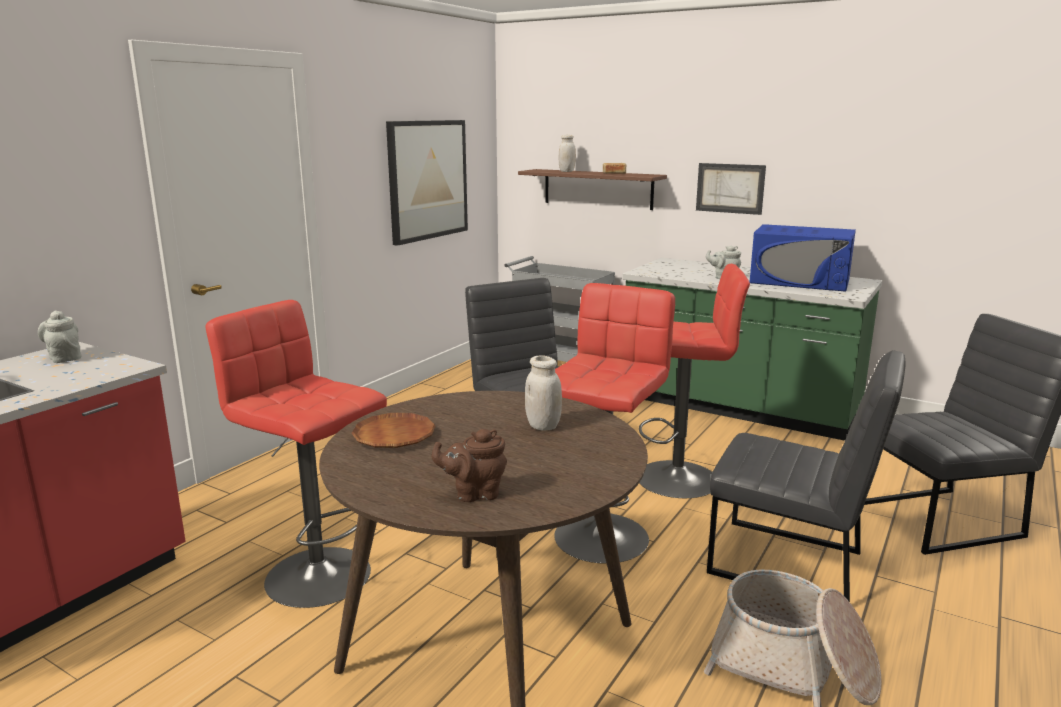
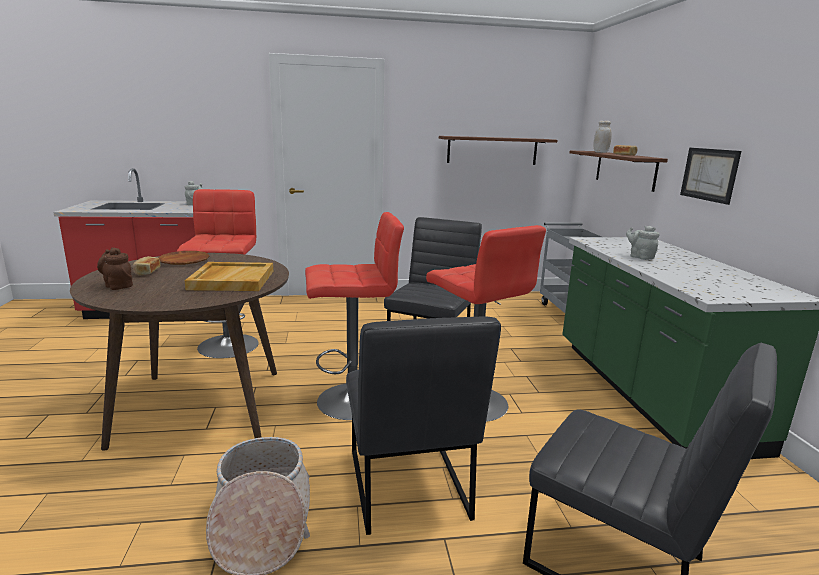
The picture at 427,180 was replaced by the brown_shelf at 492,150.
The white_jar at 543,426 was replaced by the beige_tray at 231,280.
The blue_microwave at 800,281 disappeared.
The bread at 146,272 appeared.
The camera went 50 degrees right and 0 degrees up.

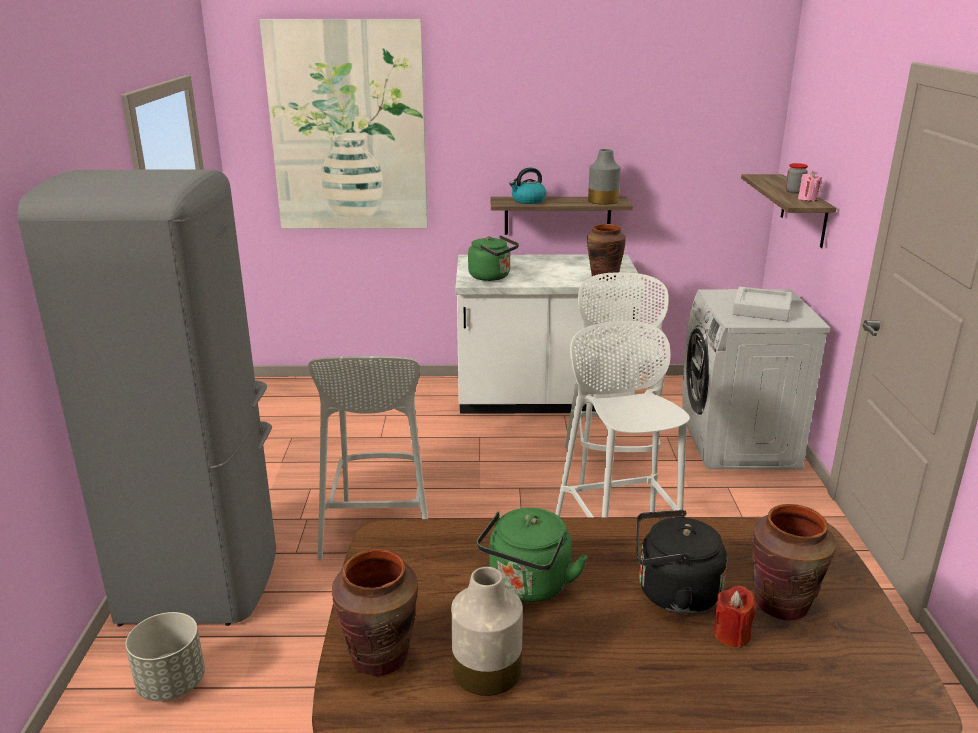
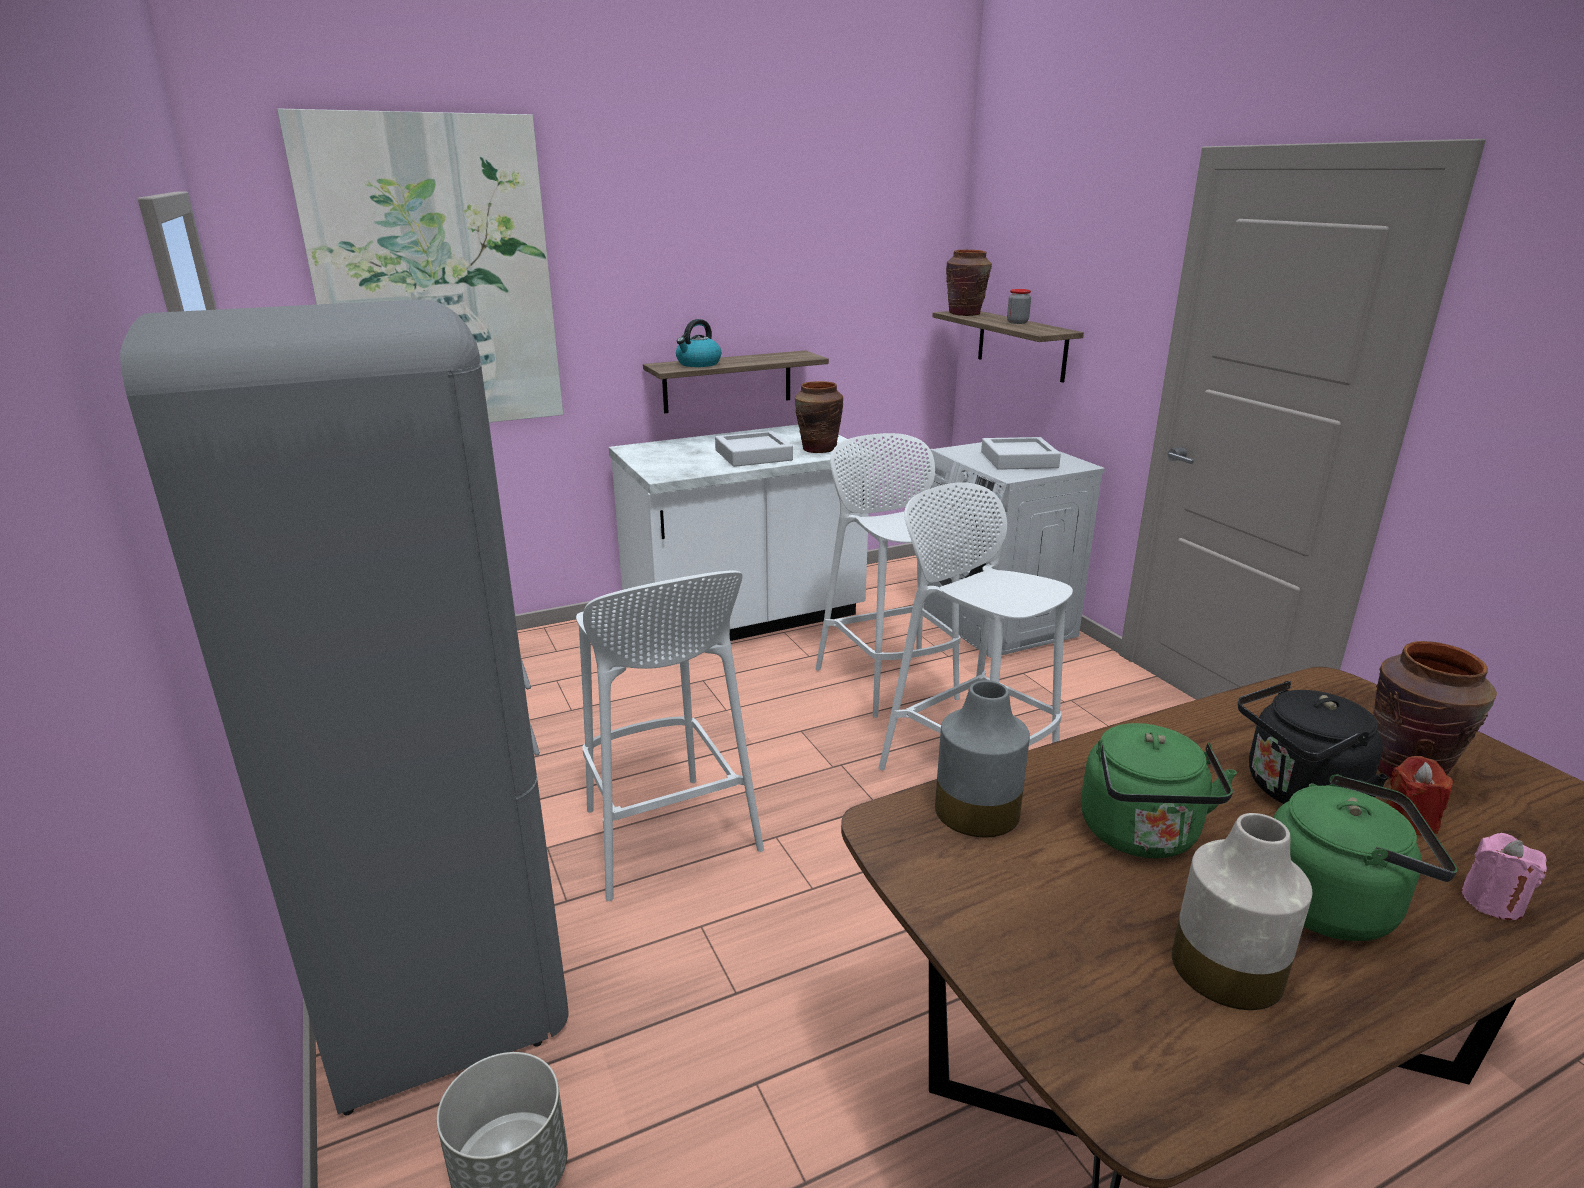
The brown_vase moved from 380,656 to 965,314.
The green_kettle moved from 492,277 to 1335,905.
The grey_vase moved from 603,200 to 976,809.
The pink_candle moved from 807,199 to 1492,902.
The grey_tray at 753,455 appeared.
The camera went 25 degrees left and 0 degrees up.

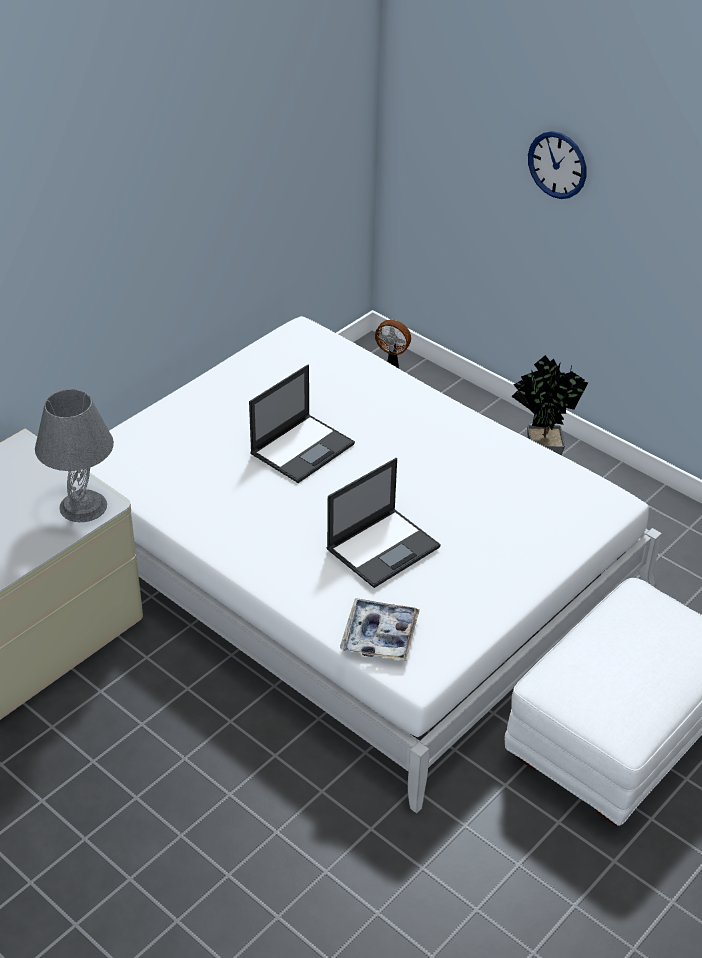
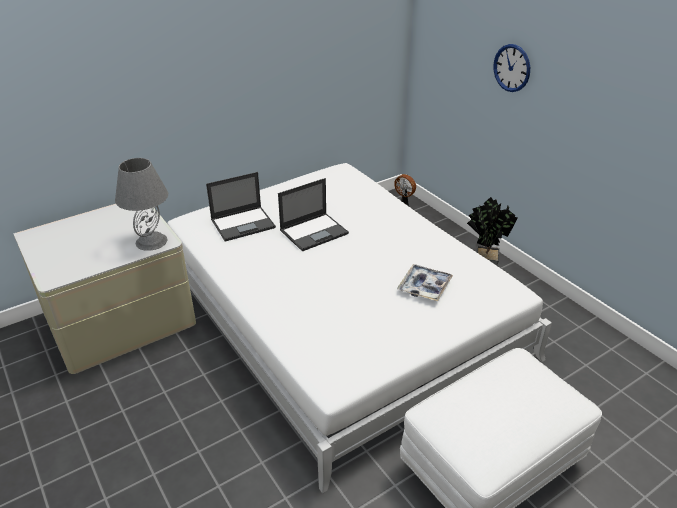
The laptop moved from 384,547 to 243,223.
The tray moved from 379,636 to 424,287.
The camera went 15 degrees right and 5 degrees down.

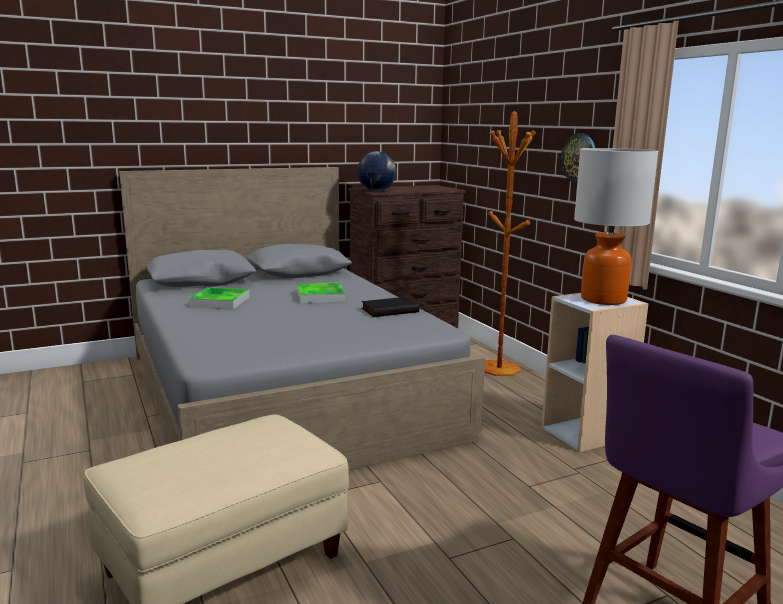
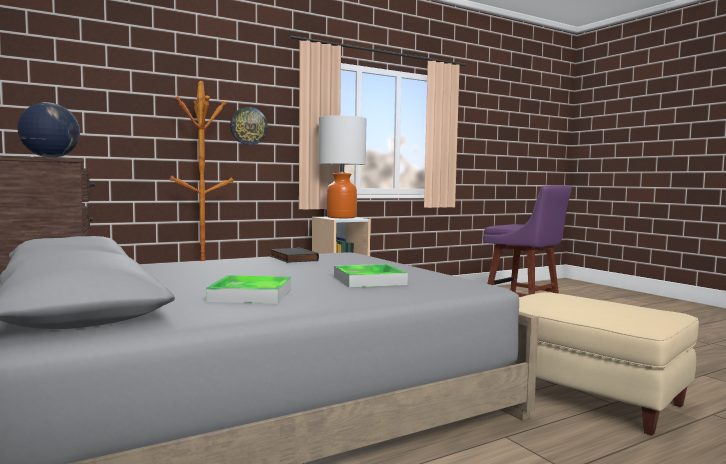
The tray moved from 320,296 to 369,280.
The camera went 95 degrees left and 10 degrees down.

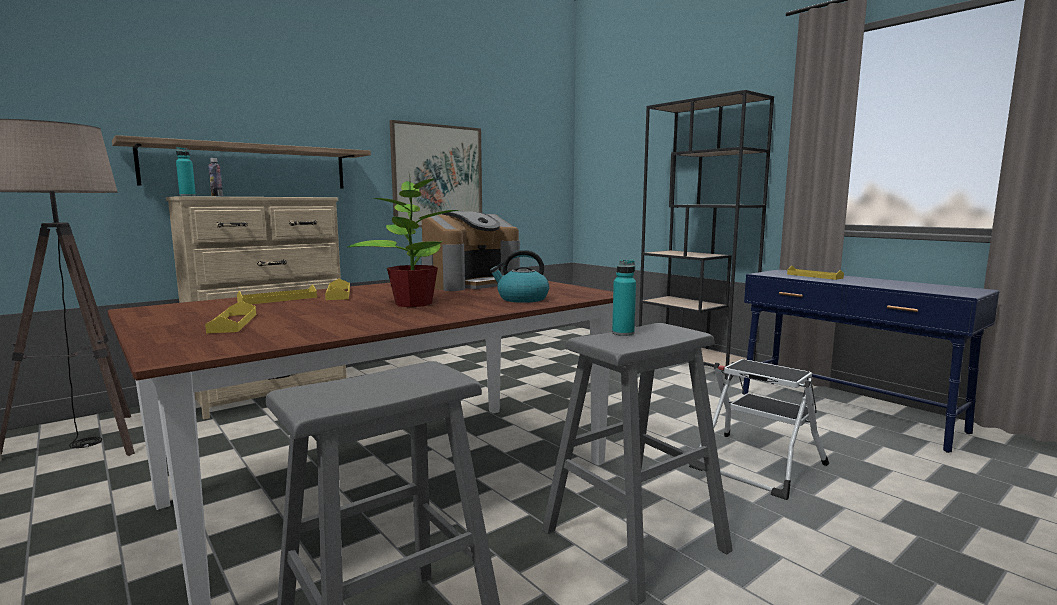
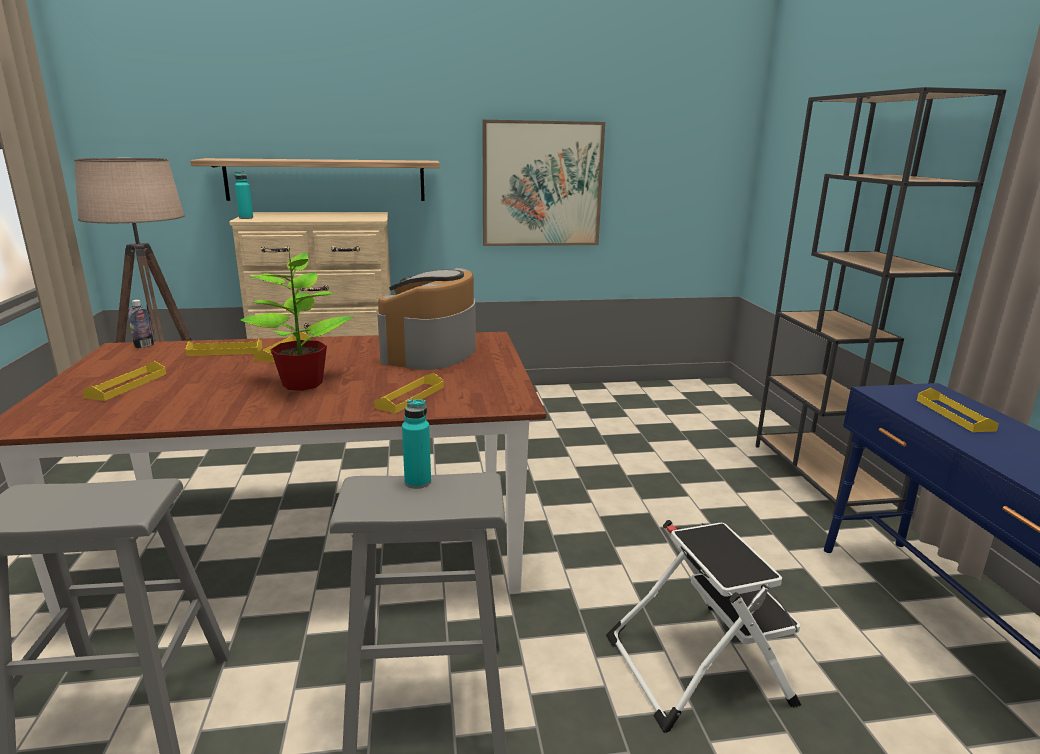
The bottle moved from 217,196 to 144,346.
The coffee_machine at 470,283 turned 120 degrees clockwise.
The kettle at 522,299 was replaced by the yellow_tray at 410,397.
The camera went 30 degrees right and 10 degrees up.

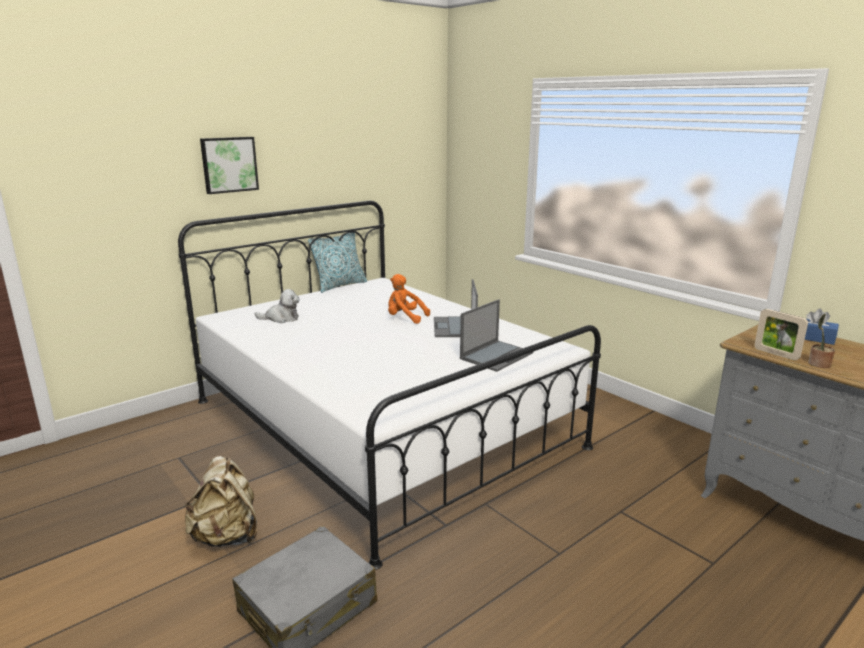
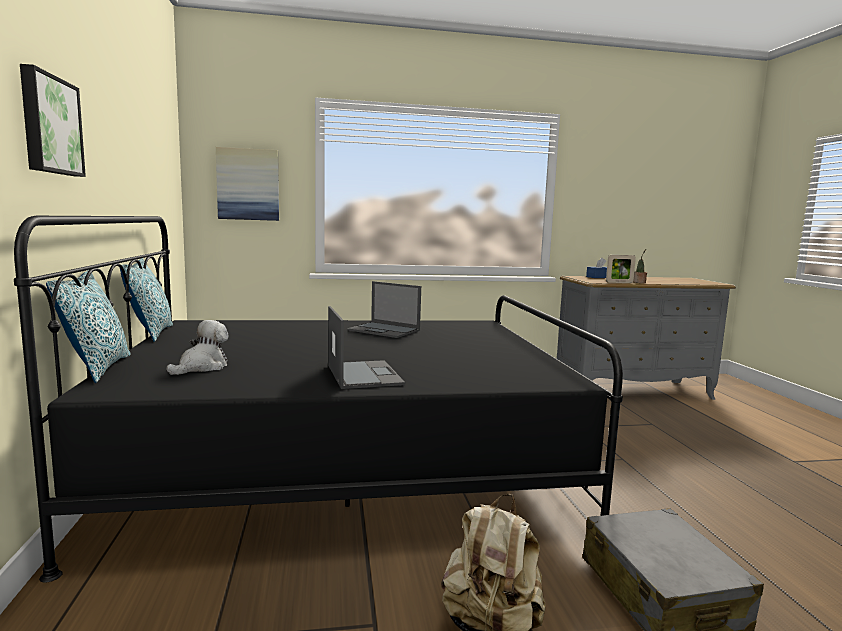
The white_bed at 381,423 became the black_bed at 344,465.
The orange_plush_toy at 405,318 disappeared.
The laptop moved from 496,355 to 363,374.
The pillow at 97,368 appeared.
The picture at 248,184 appeared.
The camera went 60 degrees left and 10 degrees down.

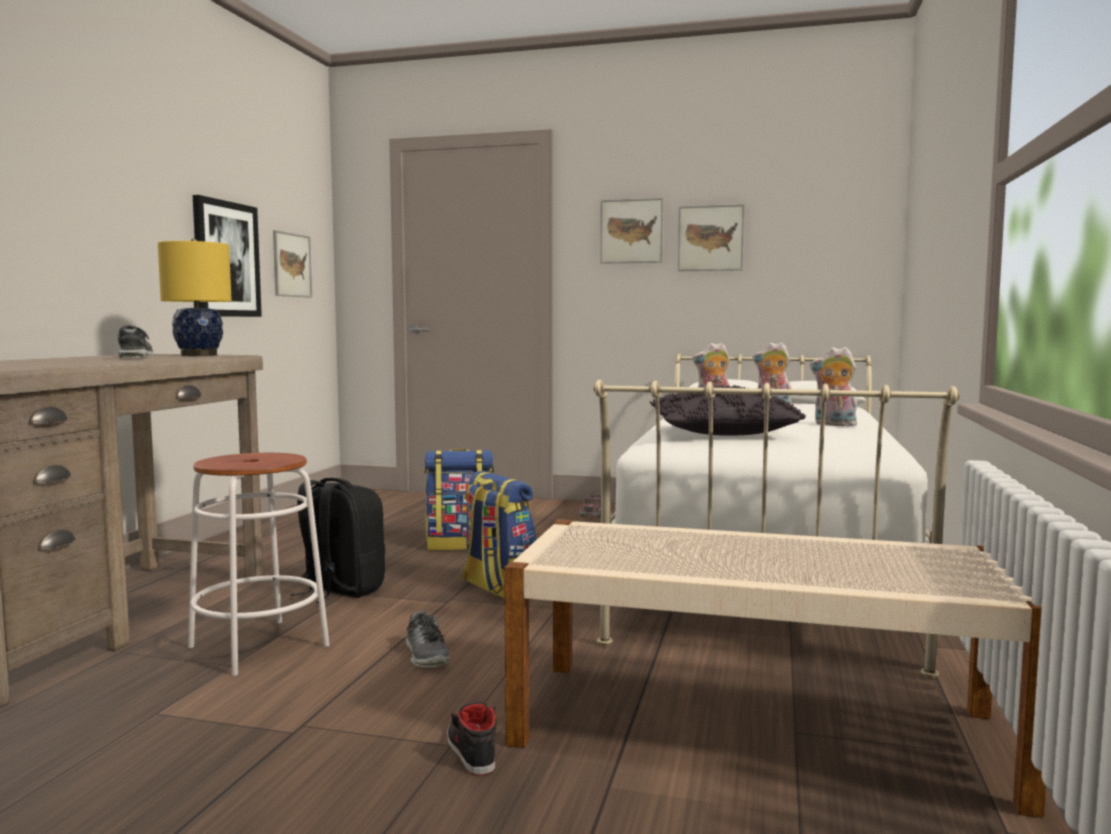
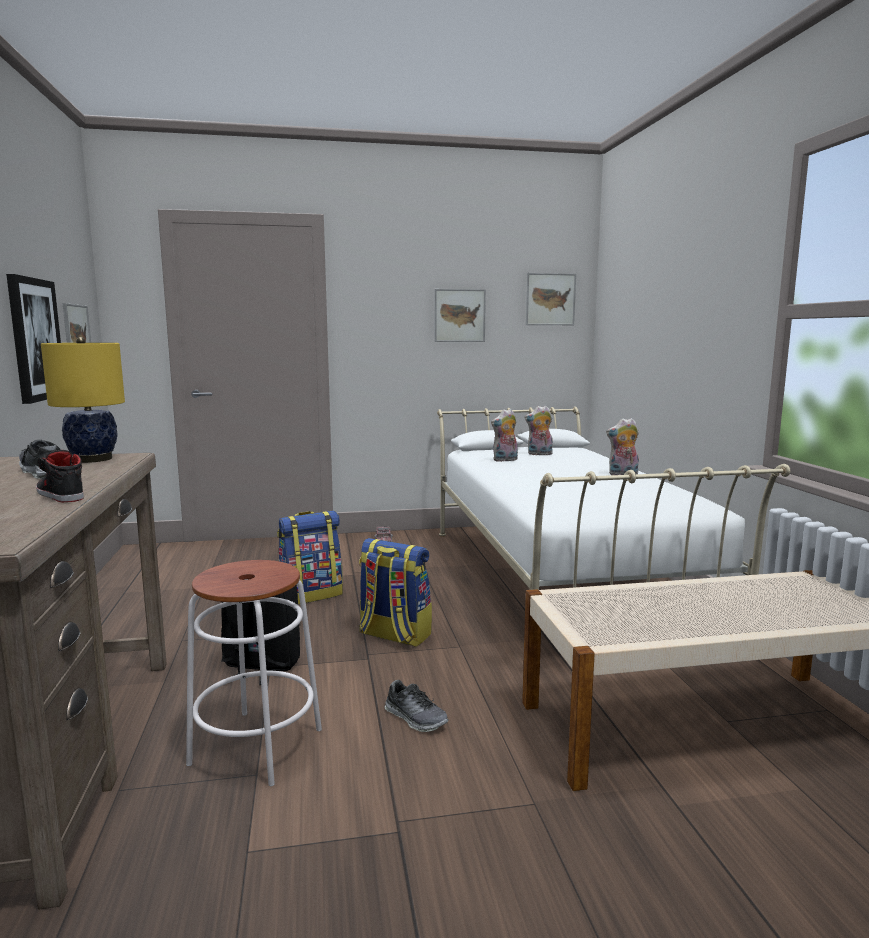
The black_shoe moved from 470,750 to 59,494.
The picture moved from 631,231 to 550,299.
The black_pillow at 721,432 disappeared.
The camera went 25 degrees left and 5 degrees up.

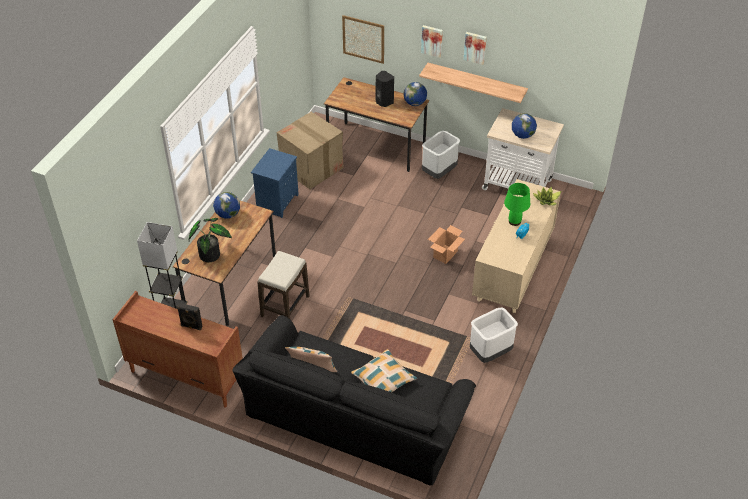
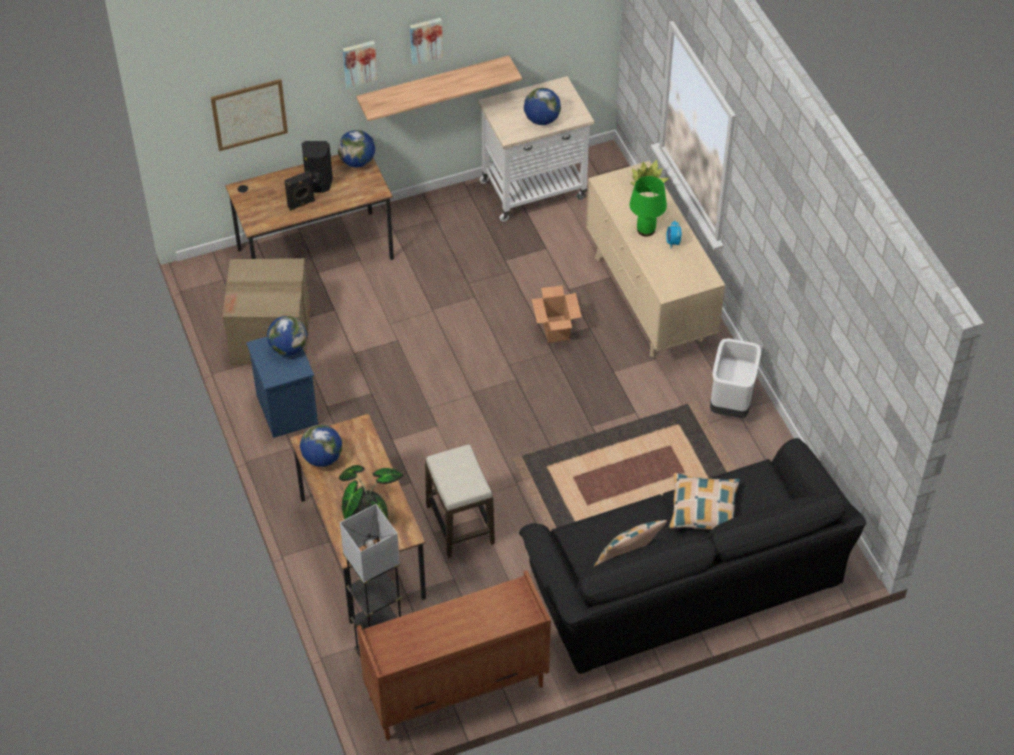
The black_speaker moved from 191,326 to 301,204.
The grey_trash_can at 439,172 disappeared.
The globe at 288,348 appeared.
The camera went 45 degrees left and 5 degrees up.

